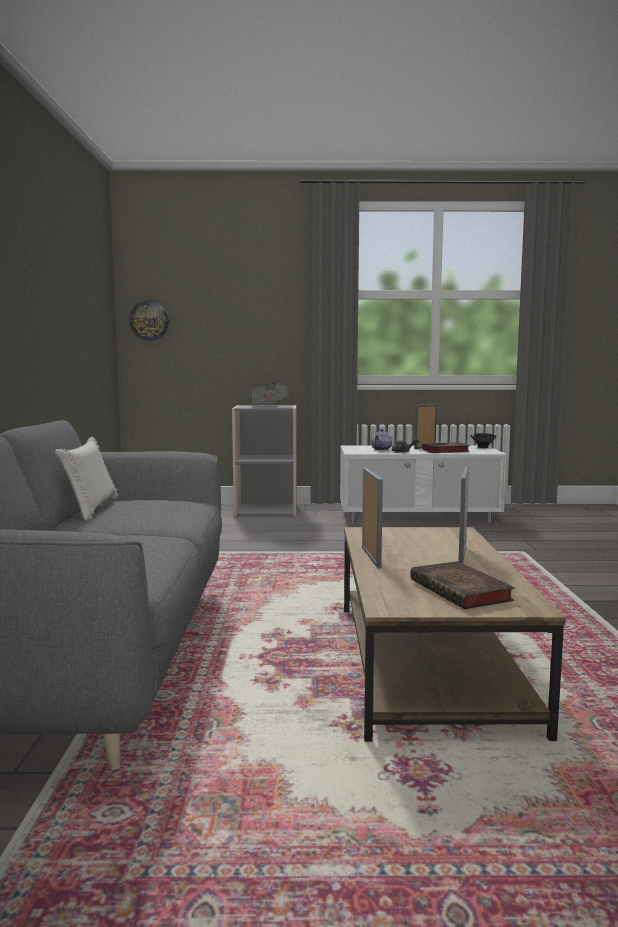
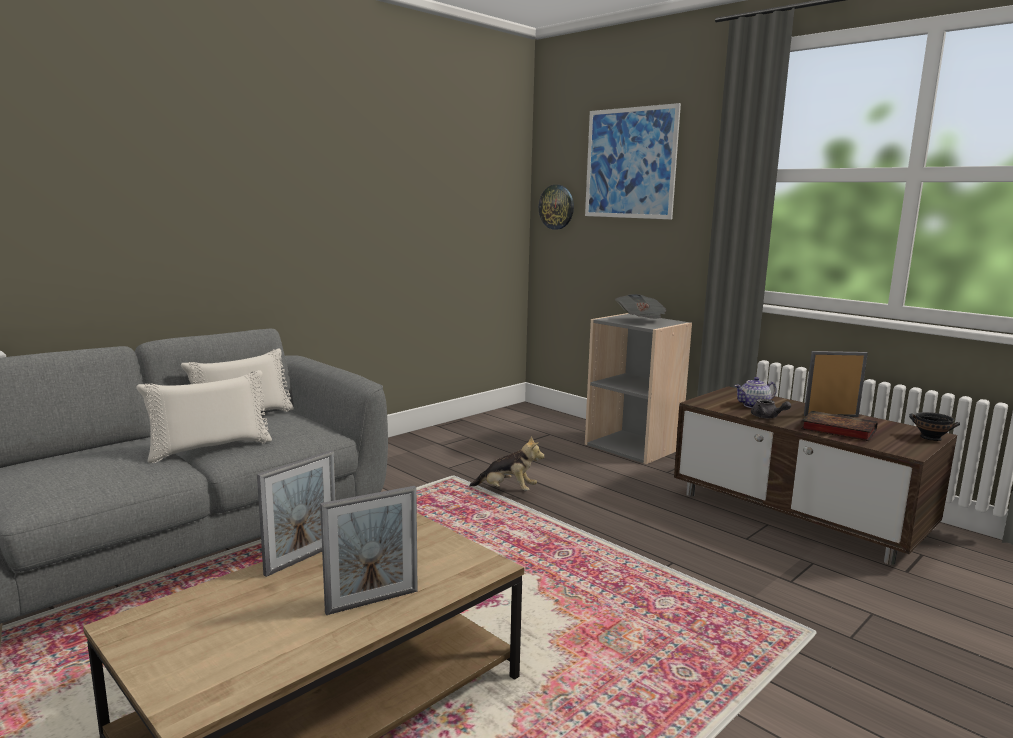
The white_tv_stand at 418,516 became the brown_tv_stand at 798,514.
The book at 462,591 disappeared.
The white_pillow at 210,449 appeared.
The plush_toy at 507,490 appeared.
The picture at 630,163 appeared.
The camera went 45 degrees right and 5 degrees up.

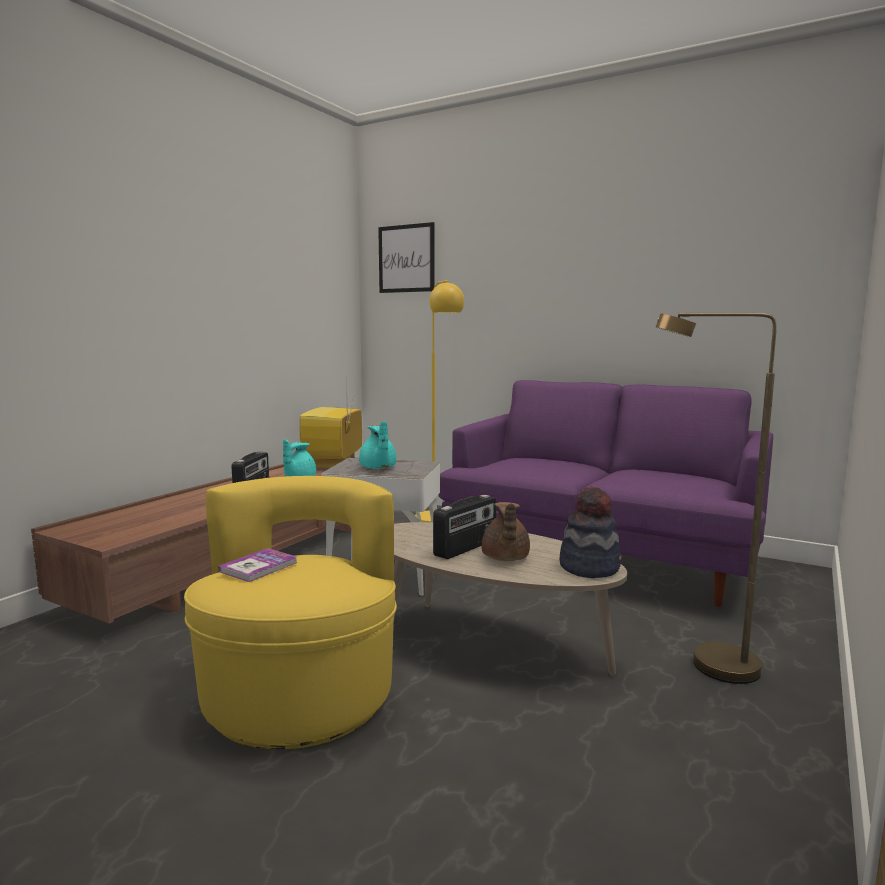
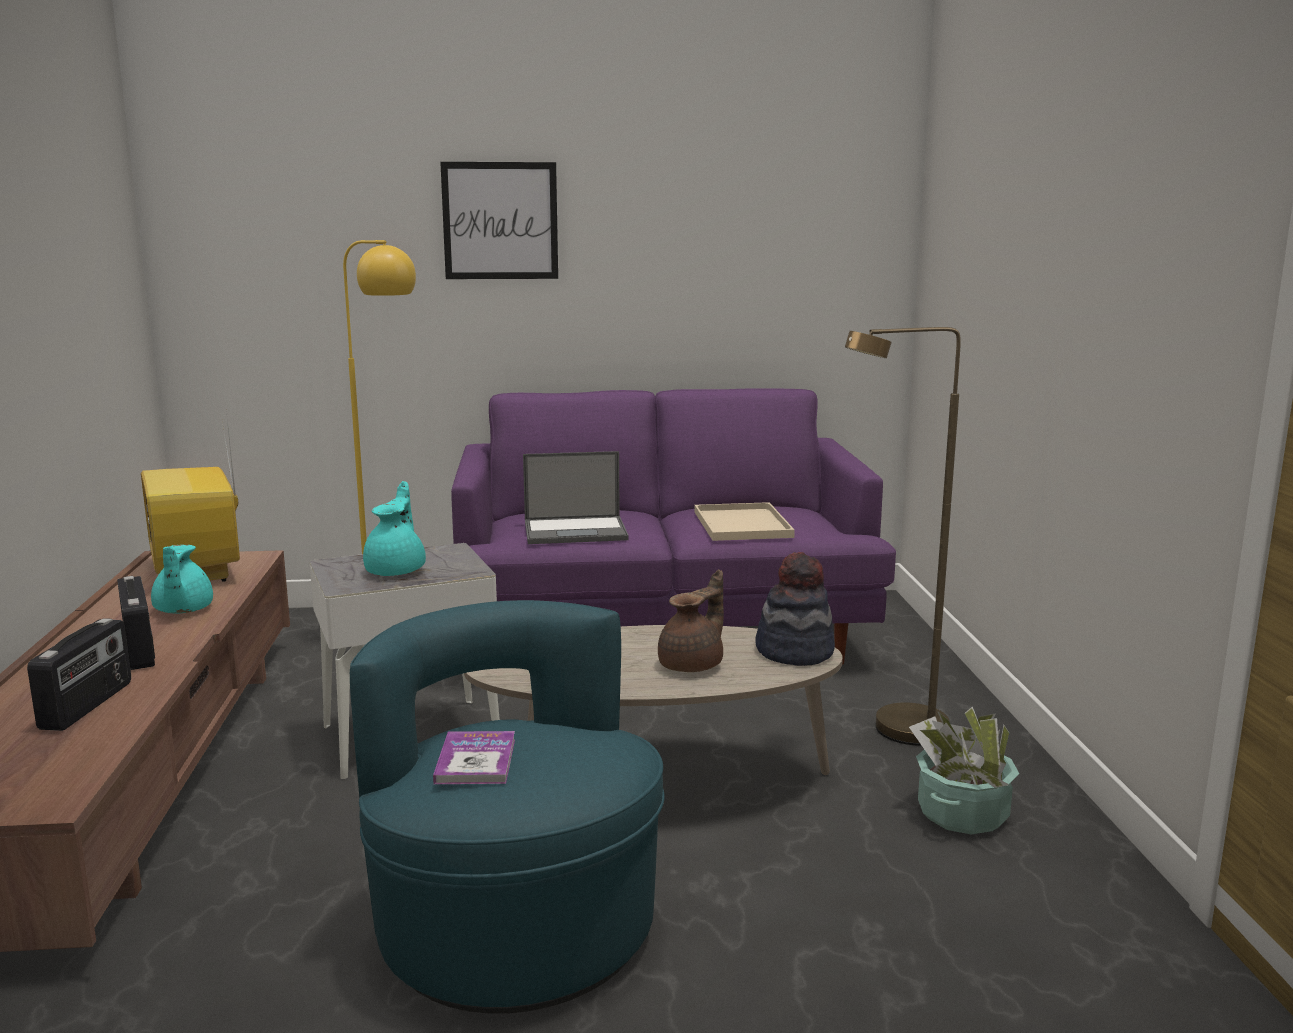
The yellow_armchair at 298,698 became the turquoise_armchair at 519,932.
The turquoise_teapot at 378,468 turned 120 degrees counterclockwise.
The picture moved from 406,258 to 500,221.
The radio moved from 466,548 to 88,705.
The brown_teapot at 505,558 turned 105 degrees counterclockwise.
The laptop at 576,531 appeared.
The beige_tray at 744,525 appeared.
The potted_plant at 962,814 appeared.
The camera went 35 degrees left and 5 degrees up.

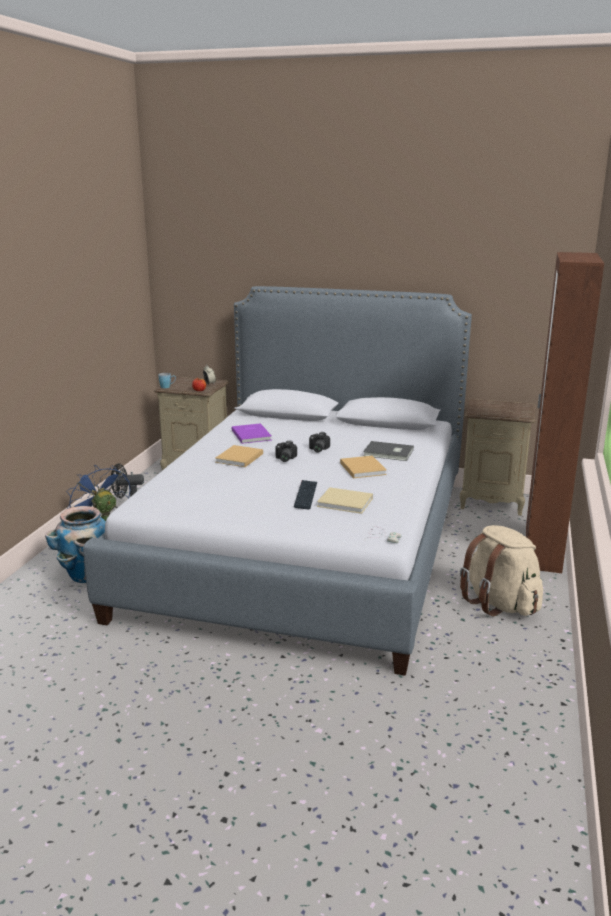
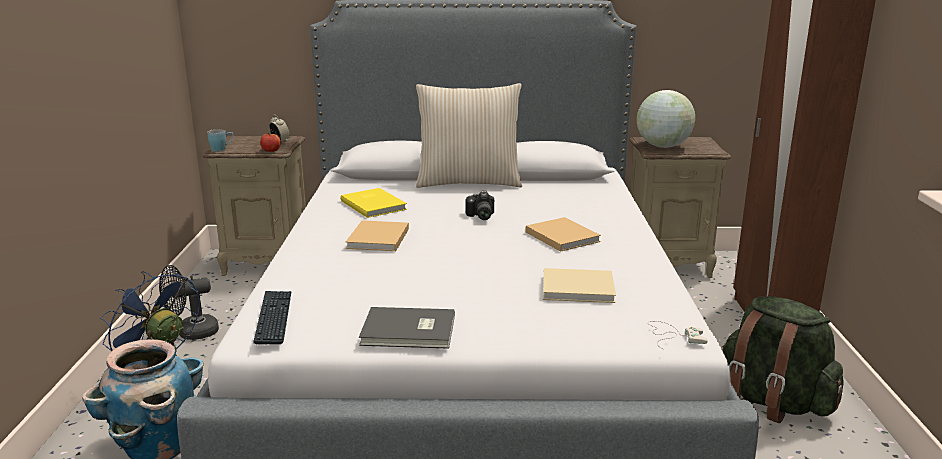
The purple_book at 252,435 became the yellow_book at 374,204.
The photo_camera at 284,459 disappeared.
The keyboard moved from 305,495 to 274,318.
The grey_book moved from 389,453 to 409,332.
The beige_backpack at 499,604 became the green_backpack at 772,402.
The beige_pillow at 468,182 appeared.
The globe at 663,146 appeared.
The camera went 15 degrees left and 0 degrees up.

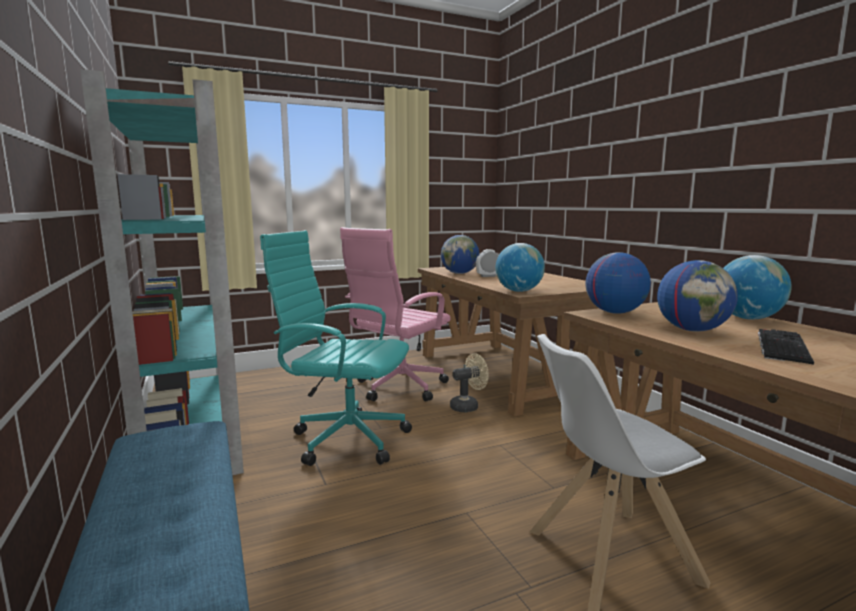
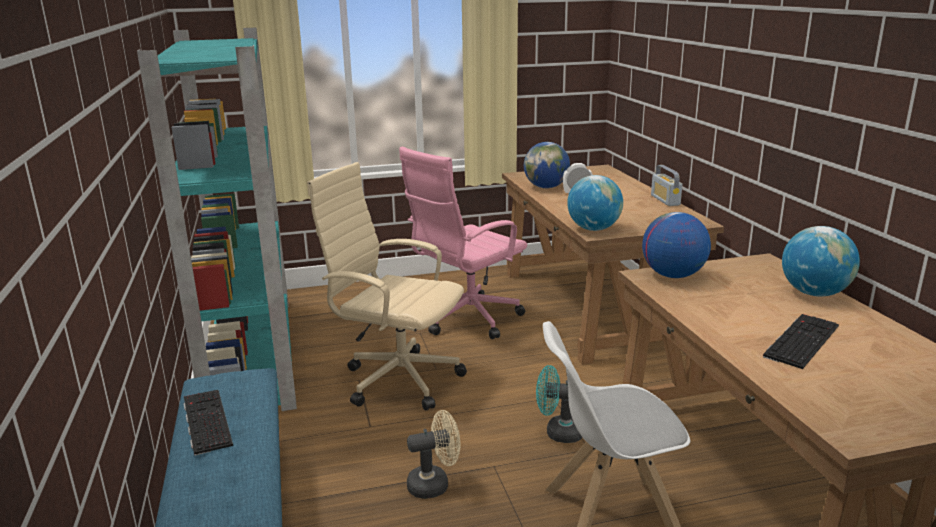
The turquoise_office_chair at 344,439 became the beige_office_chair at 396,379.
The beige_fan moved from 468,406 to 435,484.
The globe at 692,330 disappeared.
The keyboard at 205,421 appeared.
The turquoise_fan at 558,432 appeared.
The radio at 665,200 appeared.
The camera went 10 degrees right and 10 degrees up.

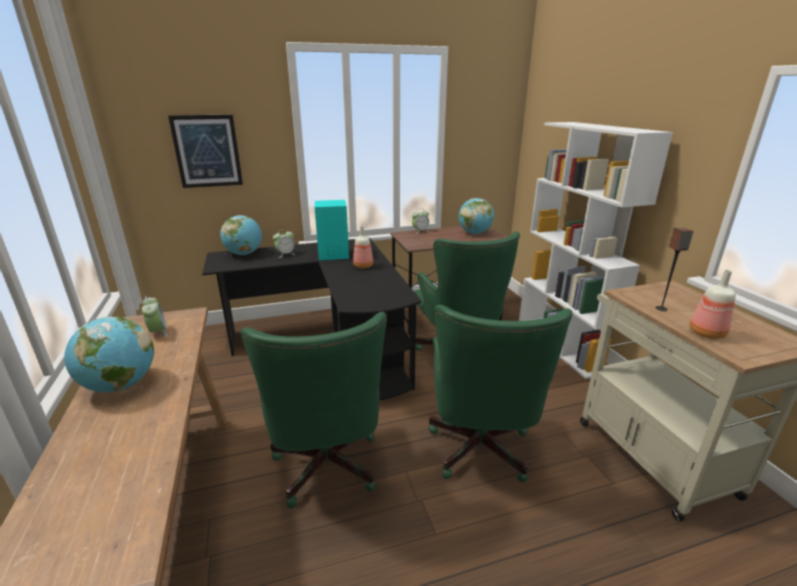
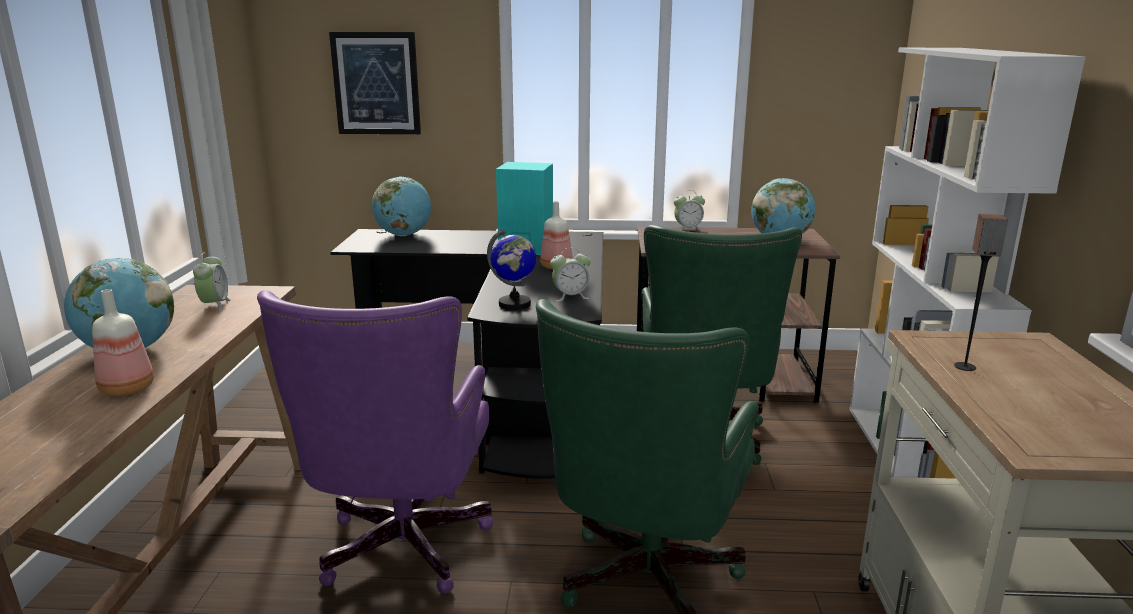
The green_office_chair at 328,470 became the purple_office_chair at 402,552.
The alarm_clock moved from 285,254 to 570,297.
The bottle moved from 705,333 to 127,388.
The globe at 514,304 appeared.
The camera went 20 degrees right and 5 degrees down.

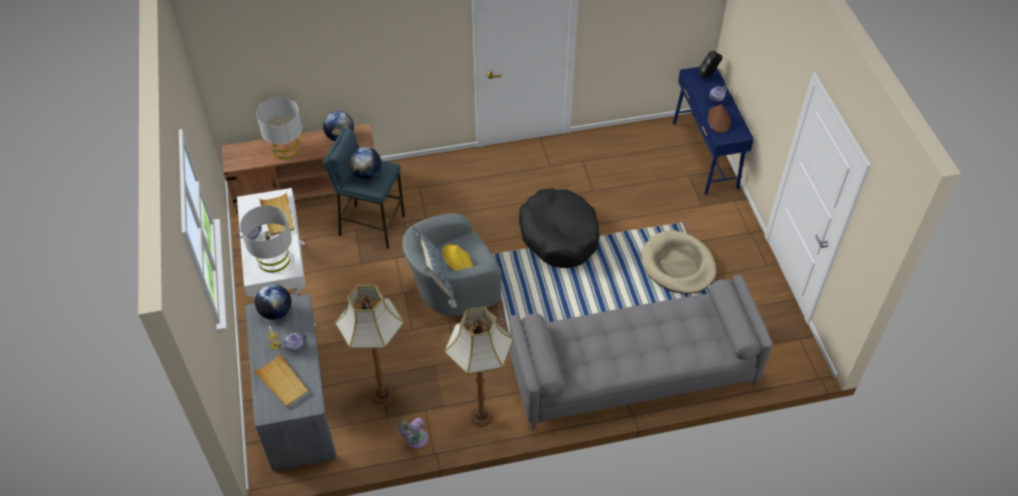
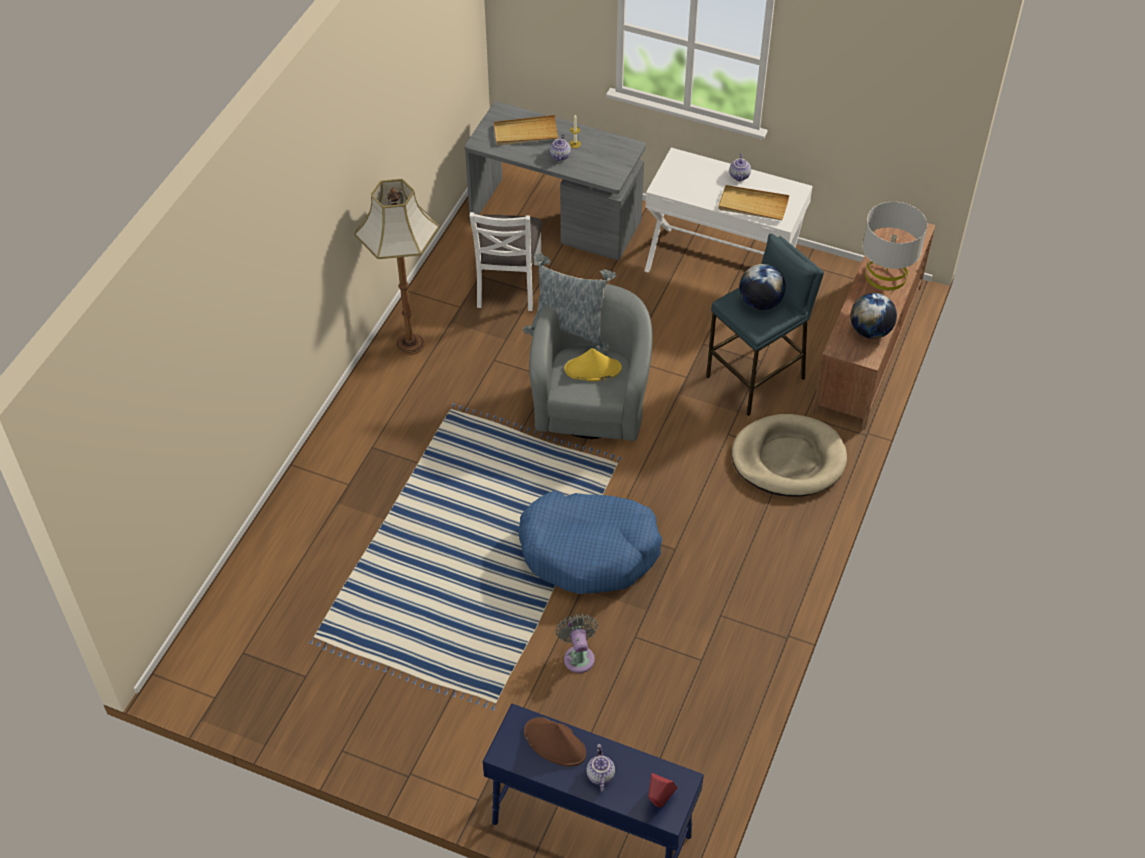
The grey_table_lamp at 274,260 disappeared.
The globe at 276,312 disappeared.
The floor_lamp at 383,395 was replaced by the white_chair at 508,284.
The grey_fan moved from 414,440 to 578,656.
The grey_sofa at 632,371 disappeared.
The black_dog_bed at 559,235 became the blue_dog_bed at 589,551.
The beige_dog_bed moved from 678,265 to 788,459.
The black_speaker at 708,75 became the red_speaker at 658,803.
The camera went 125 degrees right and 0 degrees up.

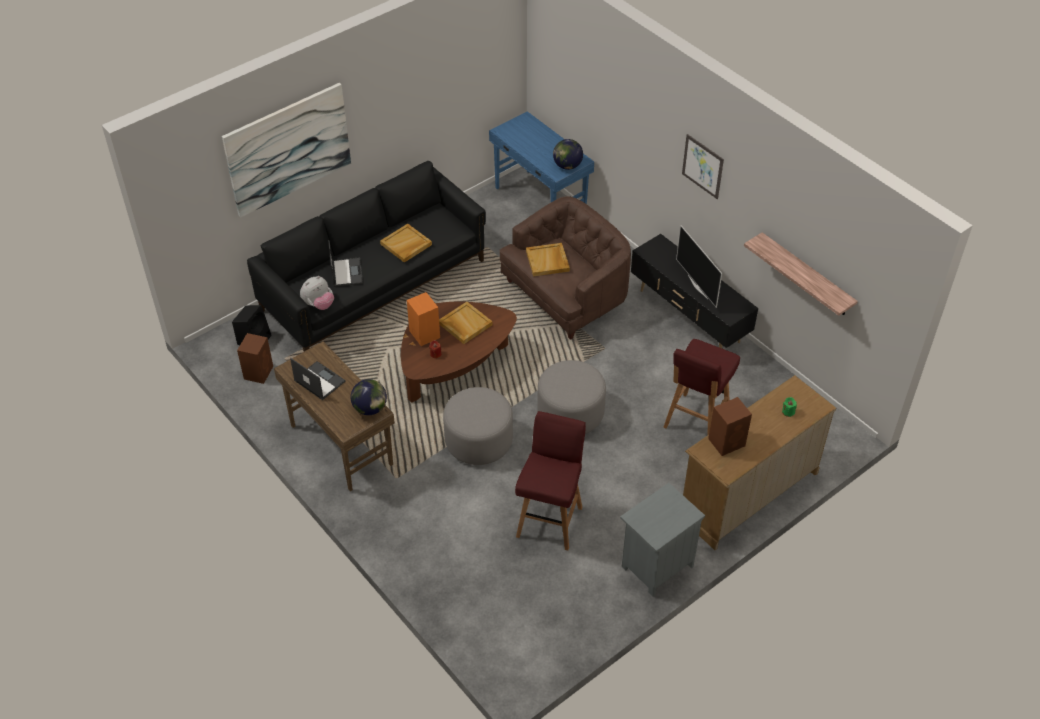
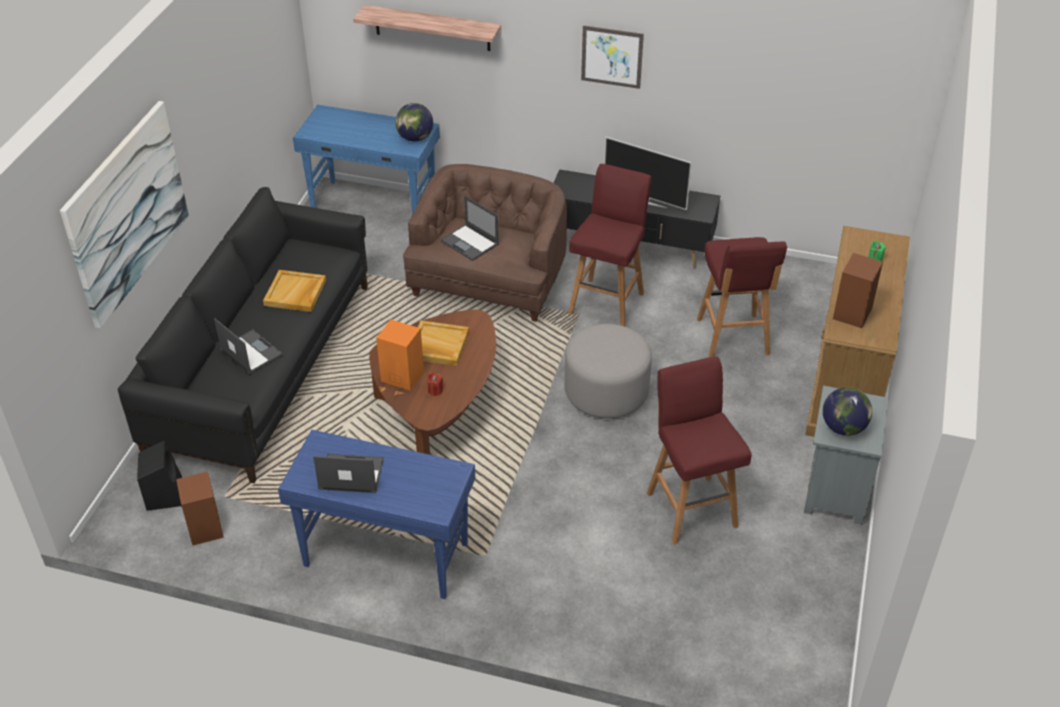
The brown_console_table at 340,445 became the blue_console_table at 385,555.
The plush_toy at 318,304 disappeared.
The globe moved from 370,408 to 843,428.
The grey_ottoman at 478,441 disappeared.
The beige_tray at 548,261 was replaced by the laptop at 470,243.
The shelf moved from 806,275 to 432,28.
The red_stool at 607,302 appeared.
The camera went 35 degrees left and 5 degrees down.

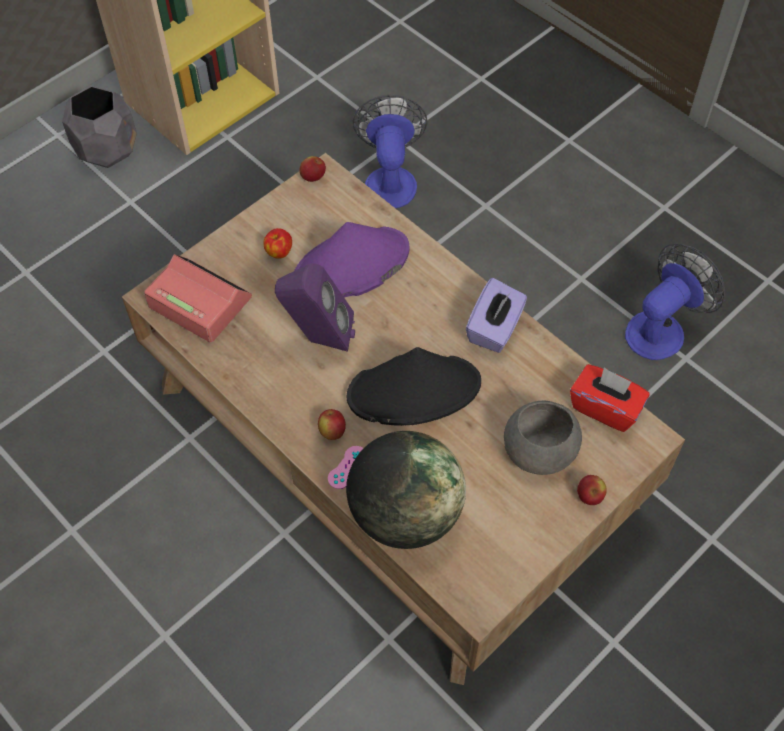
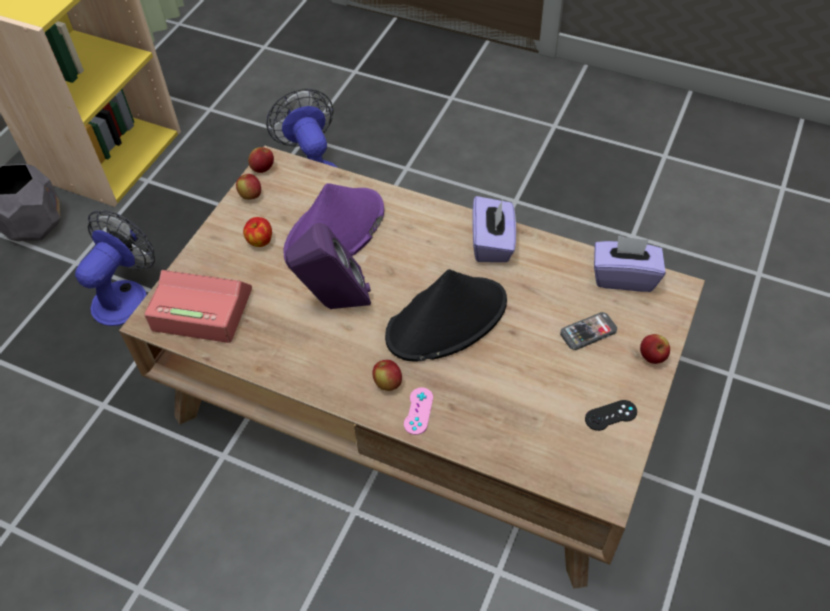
The globe at 405,515 disappeared.
The grey_bowl at 541,450 was replaced by the phone at 588,332.
The red_tissue_box at 605,407 became the purple_tissue_box at 624,277.
The fan moved from 661,328 to 125,295.
The apple at 250,196 appeared.
The black_game_controller at 610,415 appeared.
The camera went 20 degrees left and 5 degrees down.

